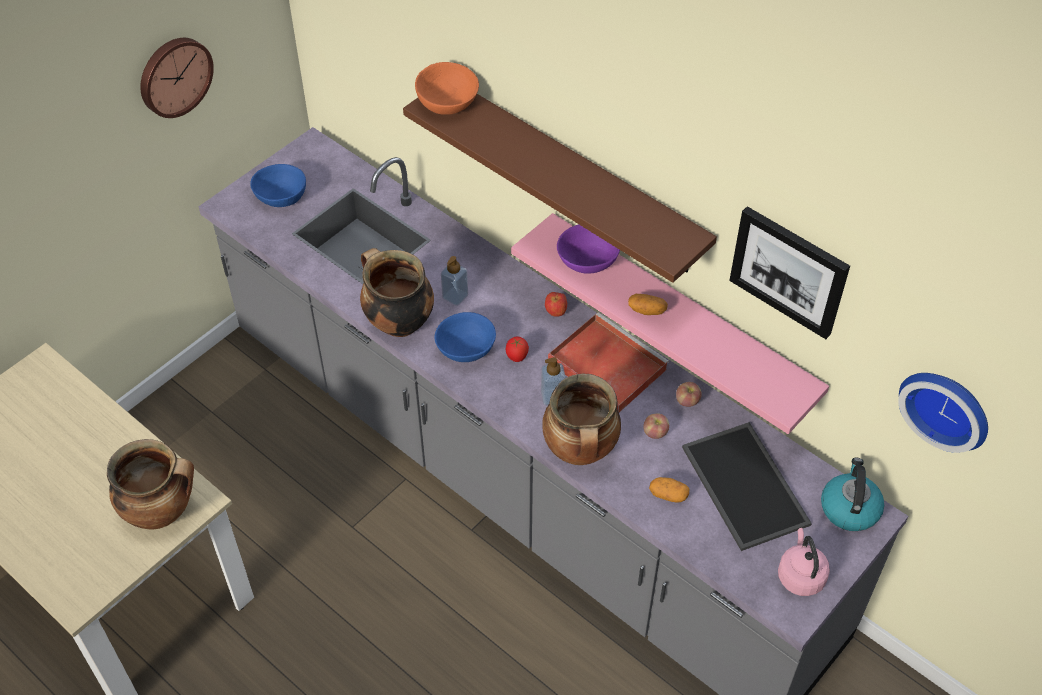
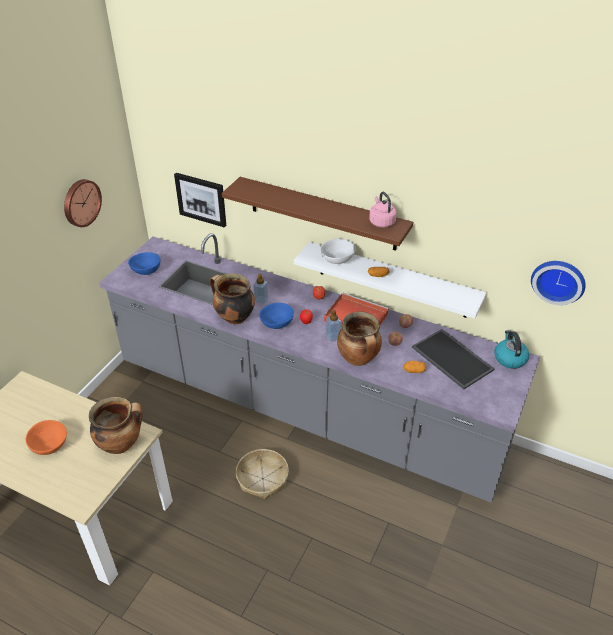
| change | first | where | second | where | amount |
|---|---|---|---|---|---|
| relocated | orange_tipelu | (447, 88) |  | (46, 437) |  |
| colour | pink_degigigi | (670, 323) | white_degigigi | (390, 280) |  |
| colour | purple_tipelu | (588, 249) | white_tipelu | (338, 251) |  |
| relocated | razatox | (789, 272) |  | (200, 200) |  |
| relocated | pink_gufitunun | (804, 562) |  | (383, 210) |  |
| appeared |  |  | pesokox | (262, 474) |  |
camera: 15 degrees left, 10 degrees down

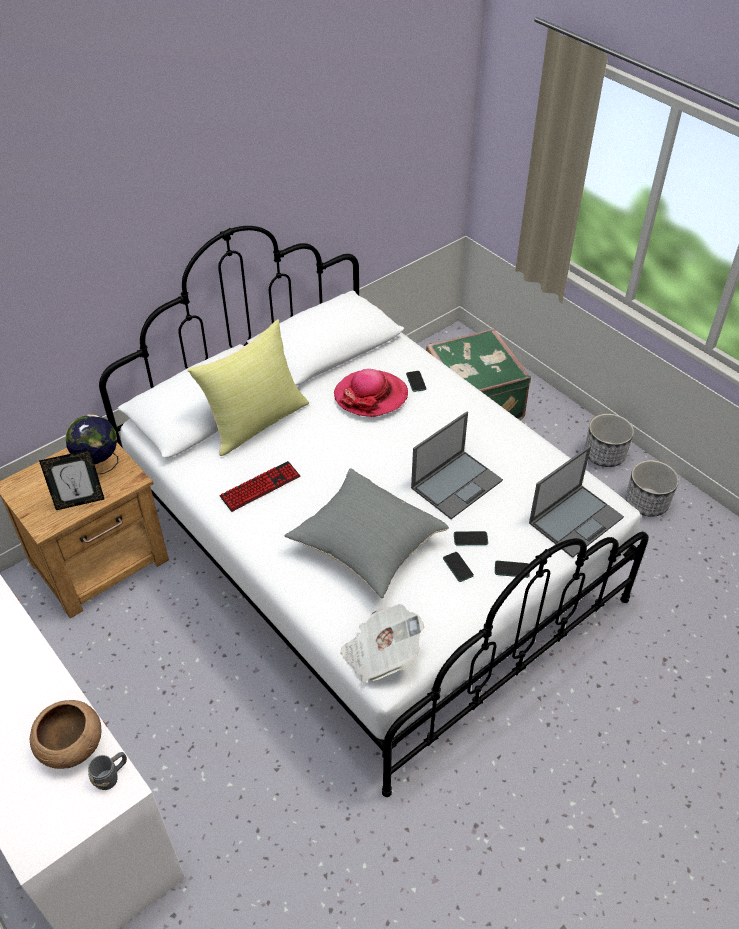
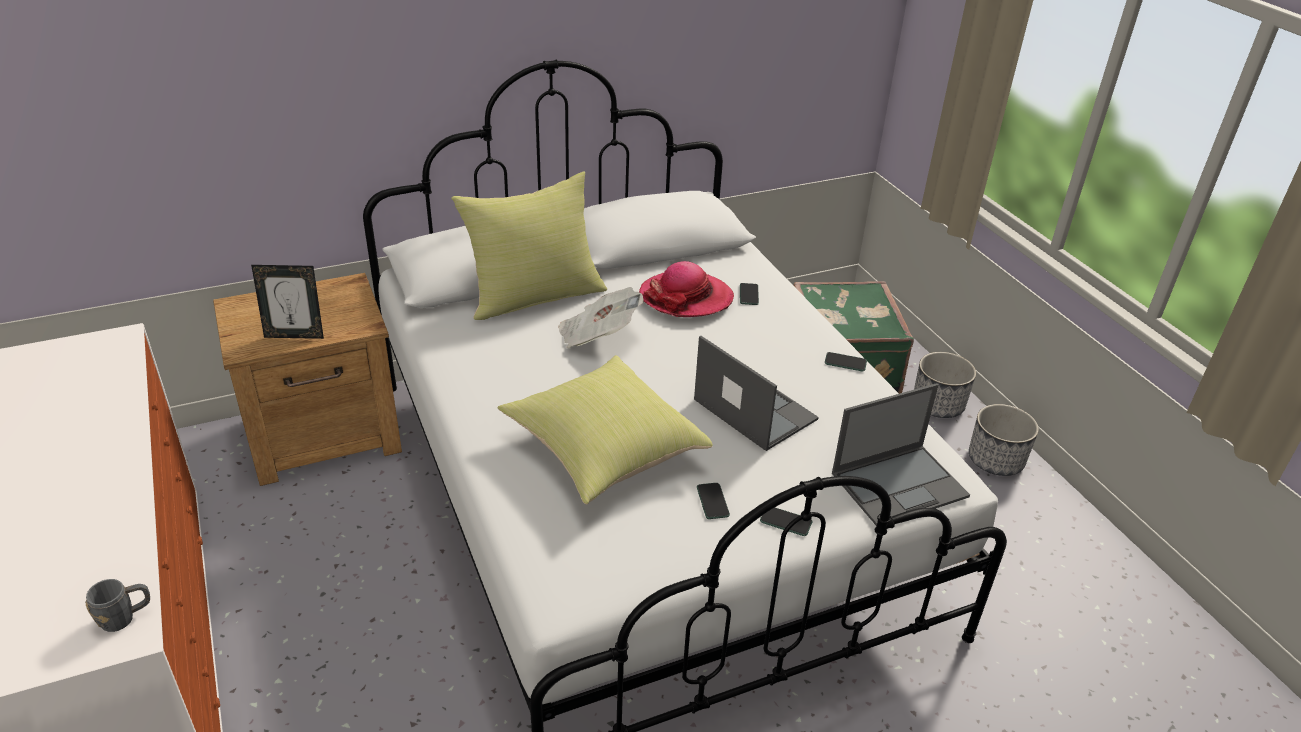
| change | first | where | second | where | amount |
|---|---|---|---|---|---|
| missing | brown_tipelu | (66, 734) |  |  |  |
| missing | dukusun | (92, 444) |  |  |  |
| missing | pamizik | (260, 486) |  |  |  |
| colour | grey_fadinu | (366, 533) | yellow_fadinu | (605, 429) |  |
| relocated | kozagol | (382, 643) |  | (600, 318) |  |
| spun | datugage | (457, 465) |  | (756, 393) | 105 degrees counterclockwise |
| relocated | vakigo | (471, 538) |  | (846, 361) |  |
| relocated | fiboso | (652, 488) |  | (945, 385) |  |
camera: 15 degrees right, 10 degrees down

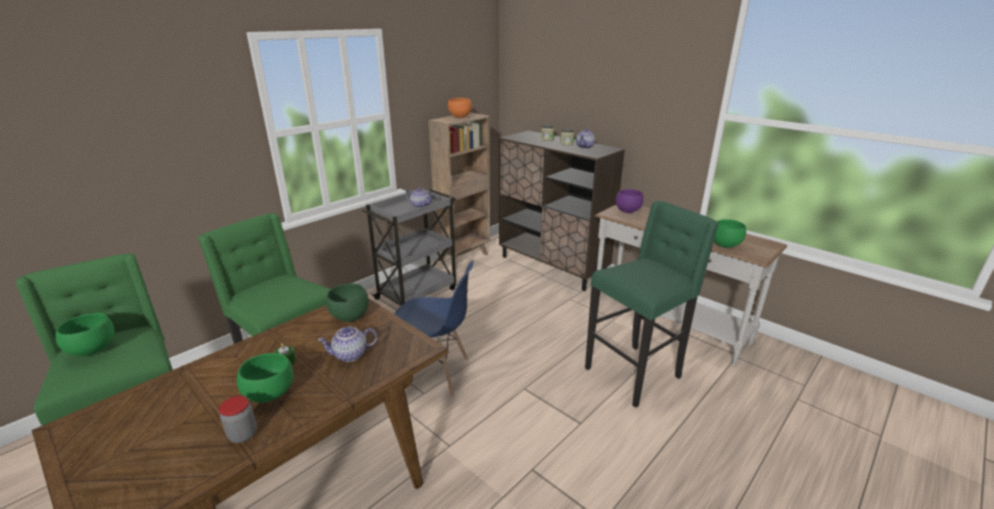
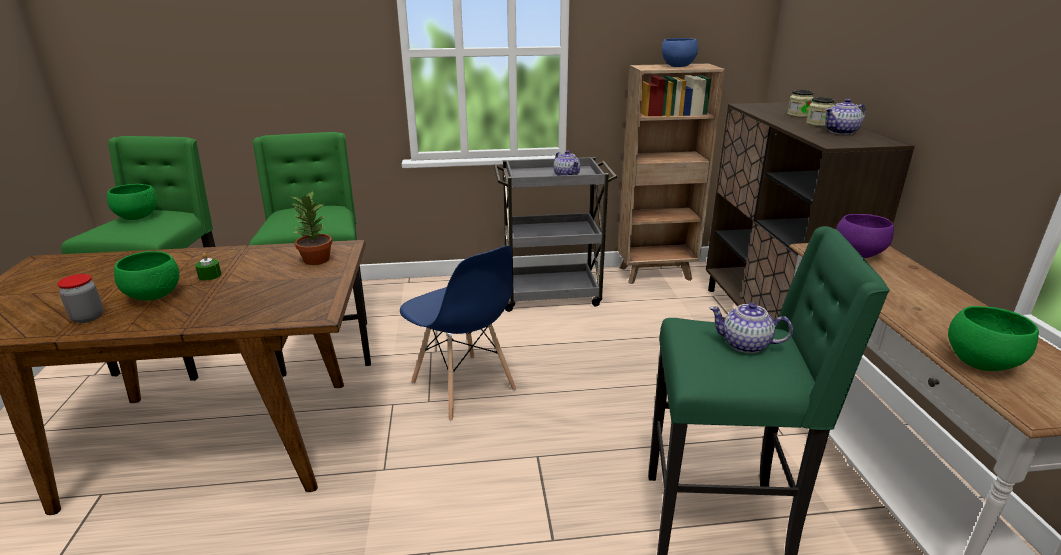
| change | first | where | second | where | amount |
|---|---|---|---|---|---|
| relocated | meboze | (347, 344) |  | (751, 328) |  |
| exchanged | green_tipelu | (347, 302) | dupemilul | (311, 228) |  |
| colour | orange_tipelu | (460, 108) | blue_tipelu | (680, 52) |  |
camera: 40 degrees right, 0 degrees up

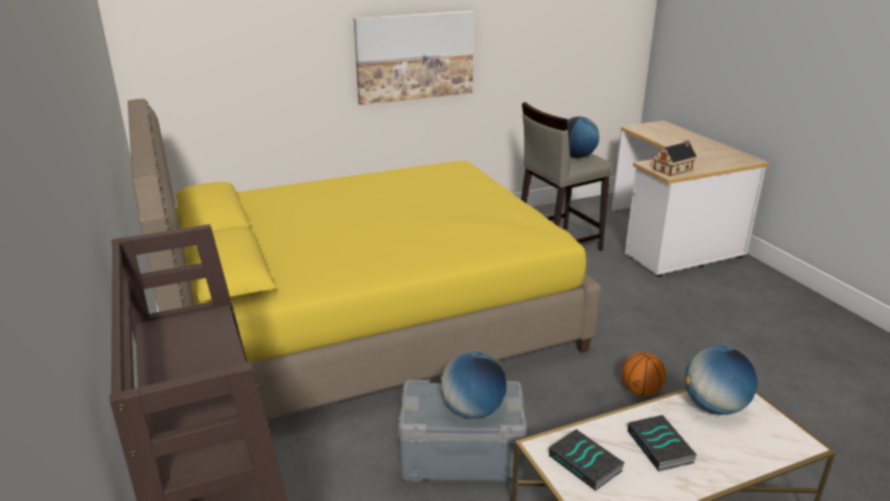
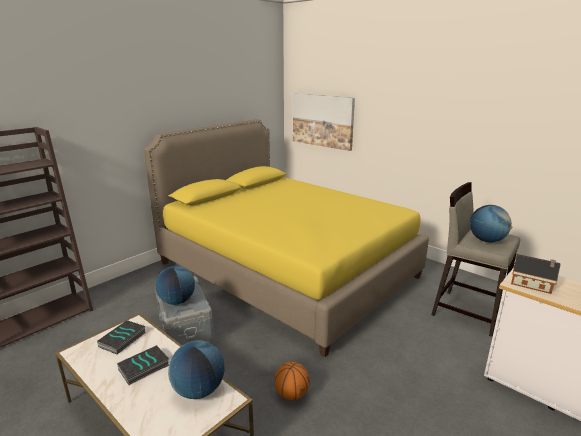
| change | first | where | second | where | amount |
|---|---|---|---|---|---|
| relocated | razatox | (414, 58) |  | (324, 122) |  |
camera: 65 degrees right, 5 degrees down

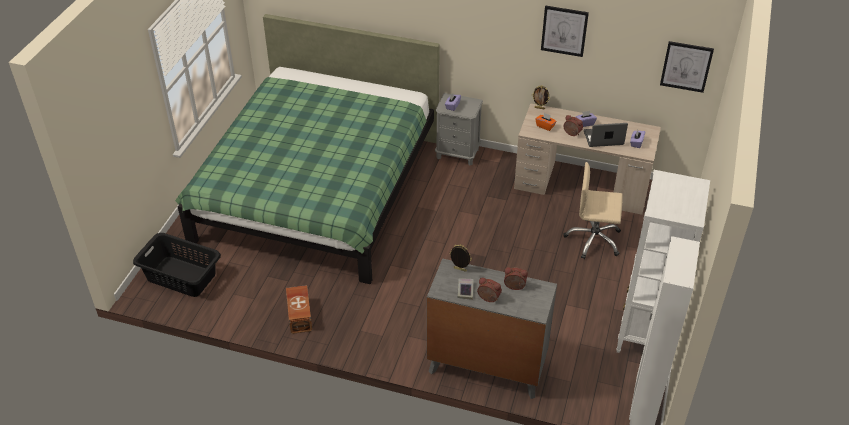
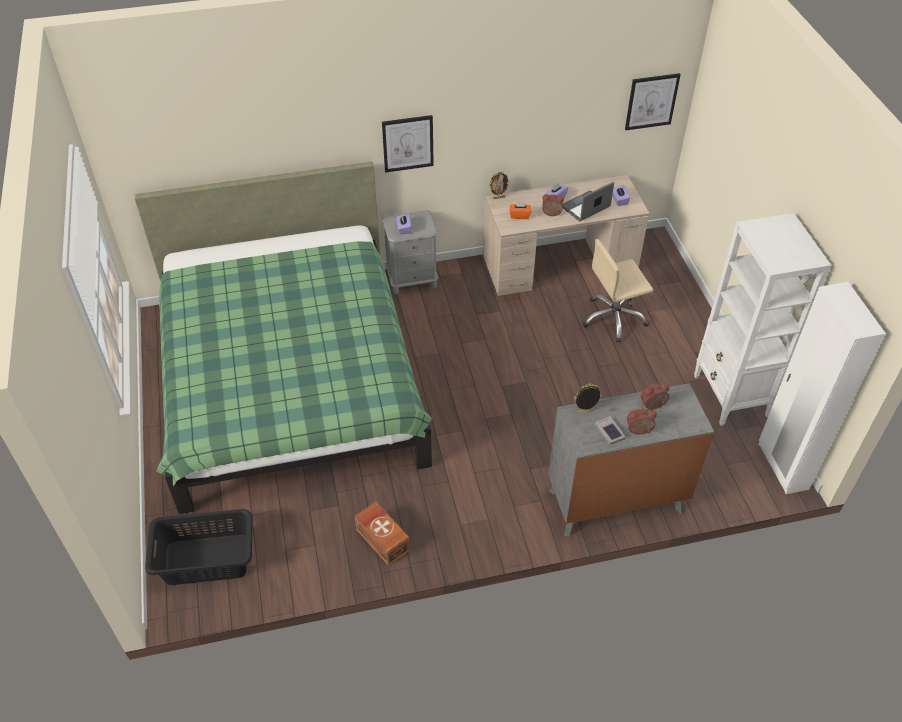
| change | first | where | second | where | amount |
|---|---|---|---|---|---|
| relocated | razatox | (565, 31) |  | (408, 144) |  |
camera: 30 degrees left, 5 degrees up

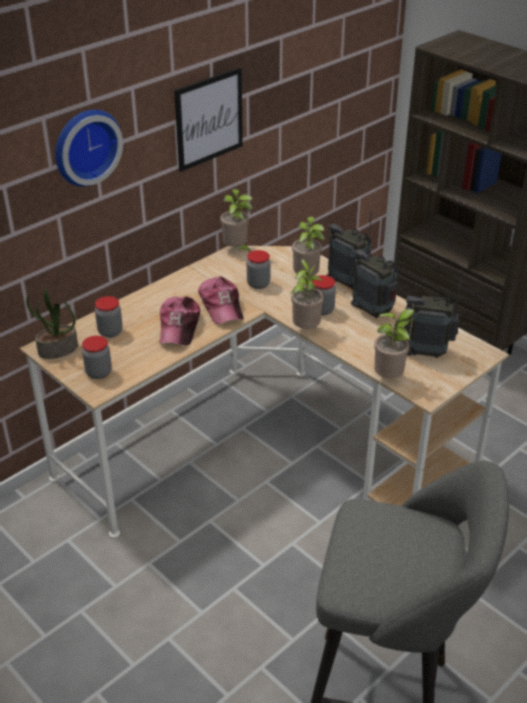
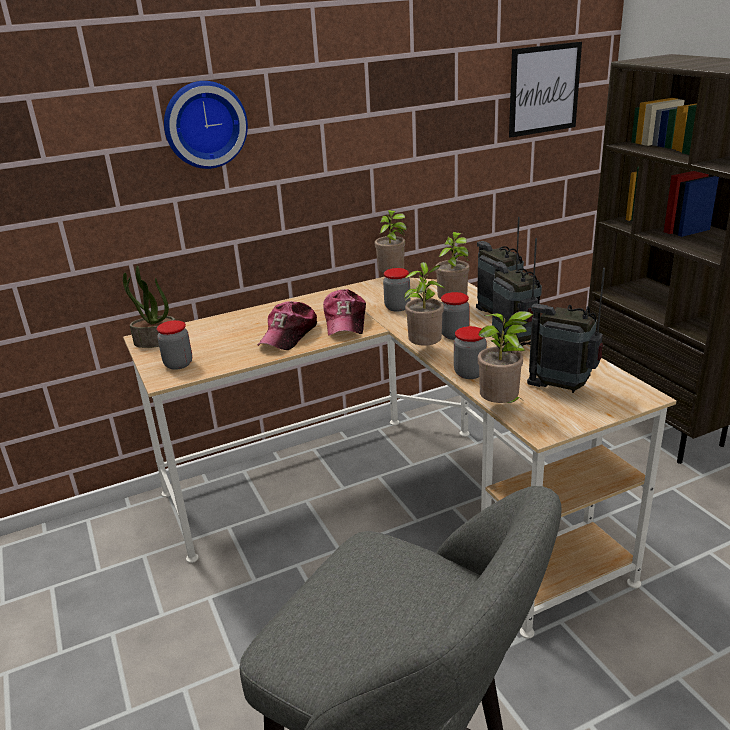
| change | first | where | second | where | amount |
|---|---|---|---|---|---|
| relocated | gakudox | (109, 317) |  | (470, 352) |  |
| relocated | razatox | (208, 119) |  | (545, 90) |  |
camera: 20 degrees right, 10 degrees down

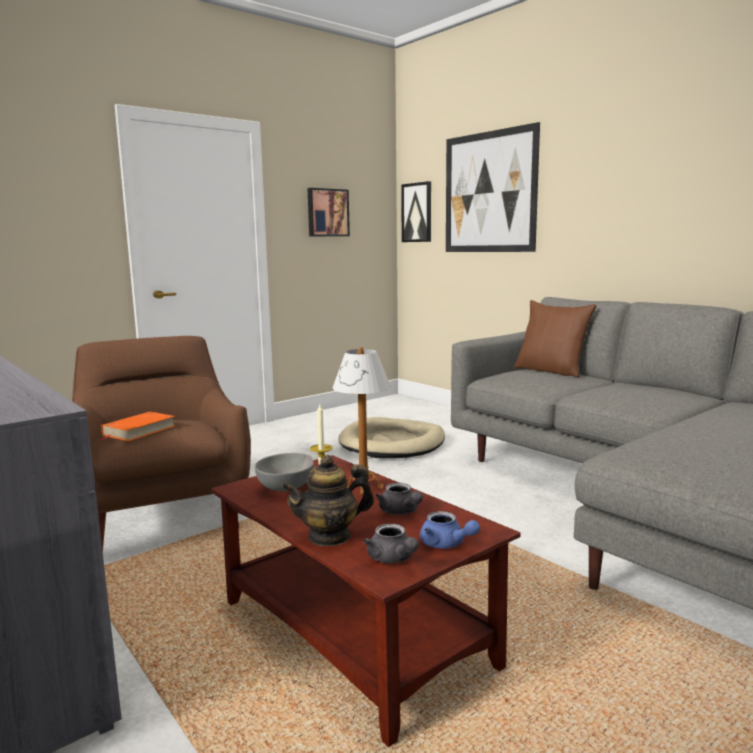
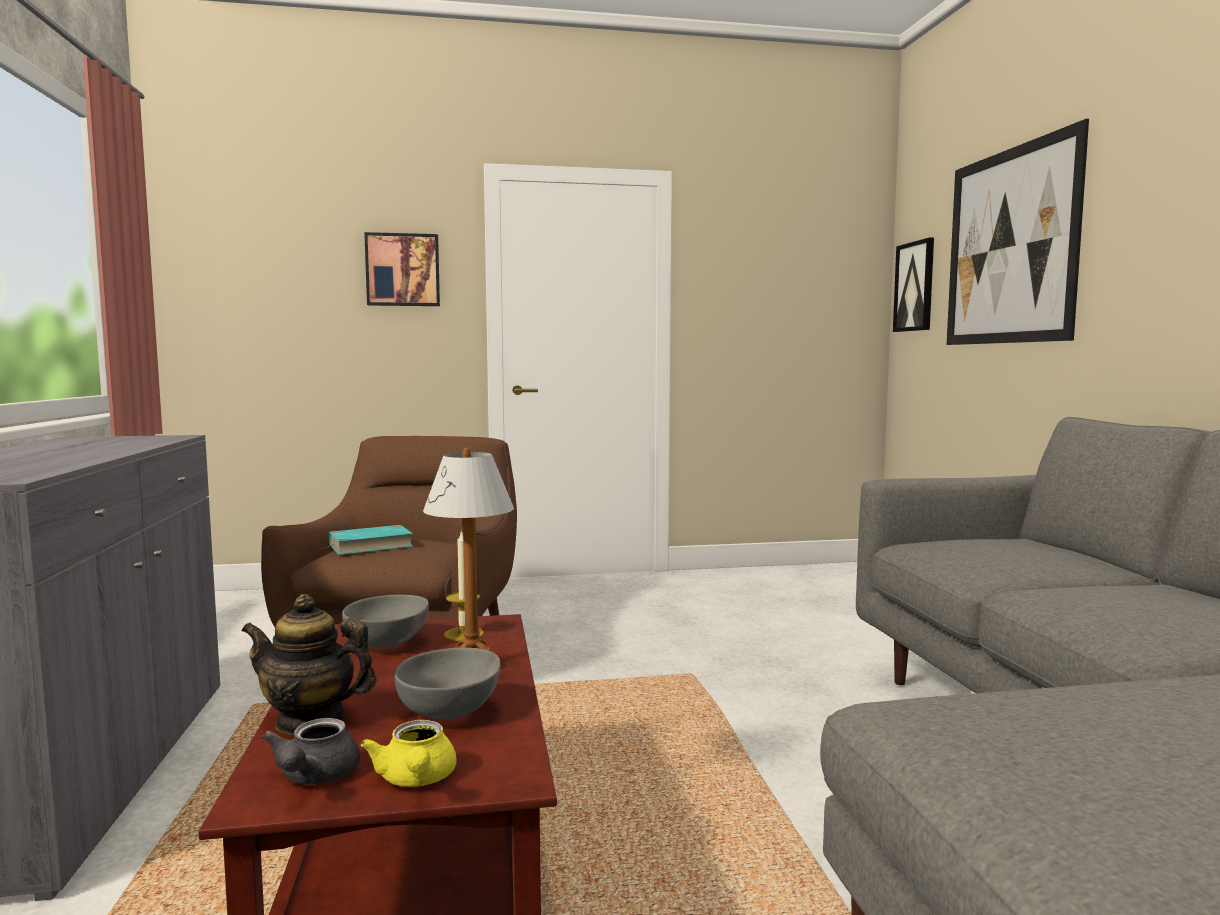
| change | first | where | second | where | amount |
|---|---|---|---|---|---|
| colour | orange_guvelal | (136, 426) | turquoise_guvelal | (366, 540) |  |
| relocated | razatox | (328, 212) |  | (402, 269) |  |
| missing | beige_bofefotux | (391, 437) |  |  |  |
| exchanged | grey_meboze | (399, 499) | grey_tipelu | (447, 683) |  |
| colour | blue_meboze | (450, 530) | yellow_meboze | (409, 753) |  |
| missing | brown_fadinu | (555, 339) |  |  |  |
camera: 30 degrees right, 5 degrees down

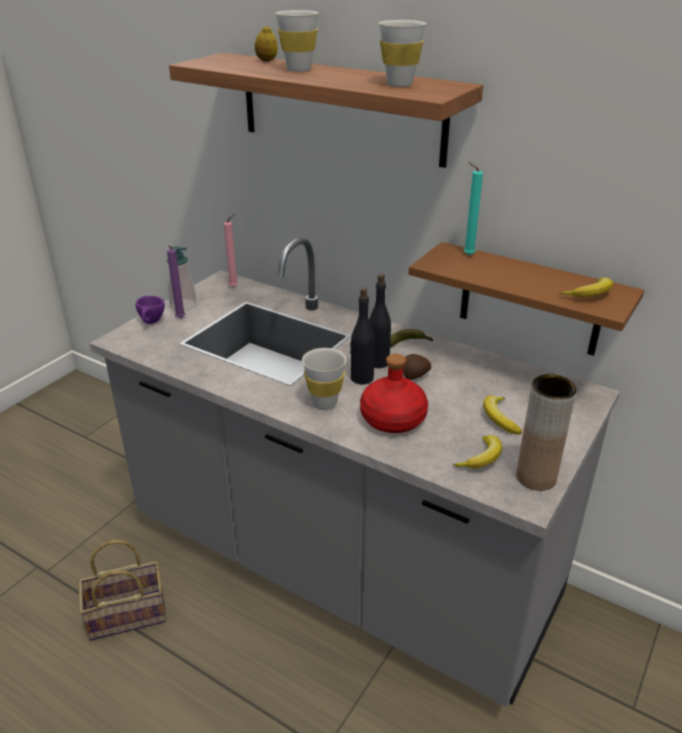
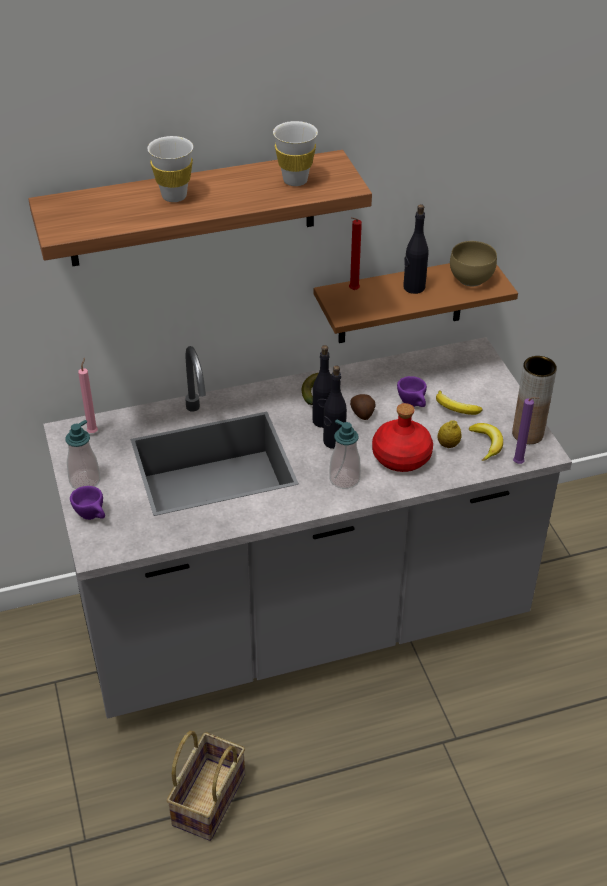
| change | first | where | second | where | amount |
|---|---|---|---|---|---|
| relocated | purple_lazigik | (176, 282) |  | (526, 430) |  |
| relocated | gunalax | (266, 44) |  | (449, 434) |  |
| exchanged | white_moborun | (324, 379) | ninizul | (345, 454) |  |
| colour | turquoise_lazigik | (473, 208) | red_lazigik | (355, 253) |  |
| exchanged | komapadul | (586, 287) | brown_tipelu | (473, 263) |  |
| appeared |  |  | purple_moborun | (412, 391) |  |
| appeared |  |  | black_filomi | (415, 249) |  |
camera: 50 degrees left, 10 degrees up

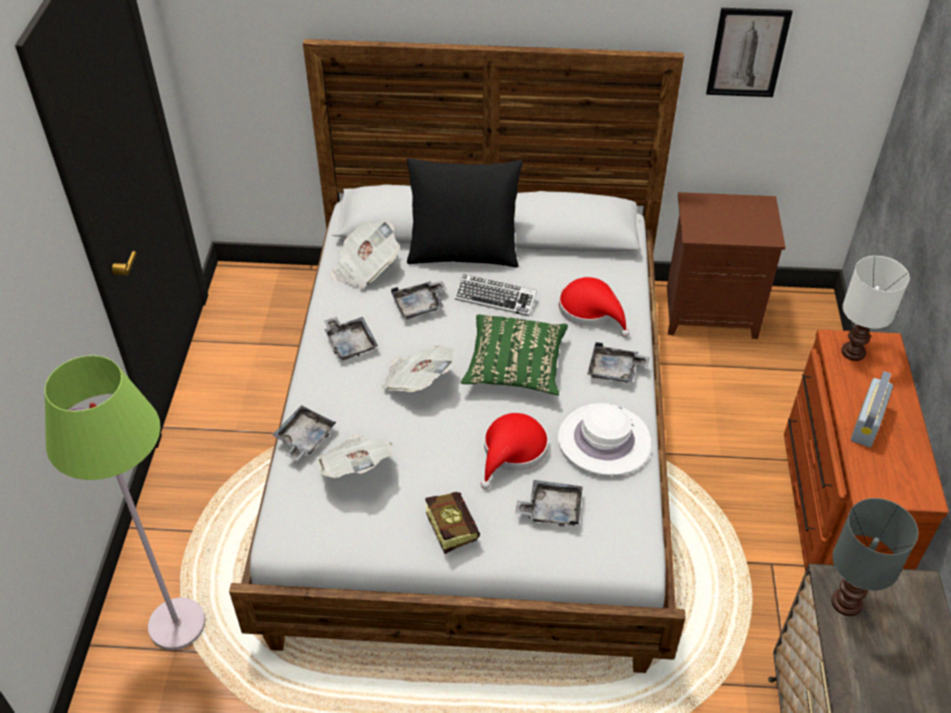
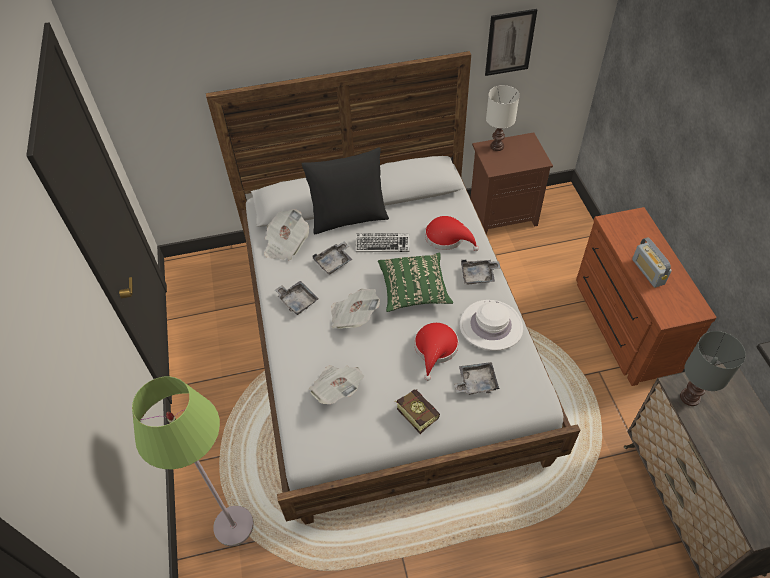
| change | first | where | second | where | amount |
|---|---|---|---|---|---|
| missing | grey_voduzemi | (304, 433) |  |  |  |
| relocated | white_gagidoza | (875, 308) |  | (503, 118) |  |
| spun | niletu | (872, 409) |  | (652, 262) | 150 degrees clockwise |
camera: 15 degrees left, 5 degrees up

